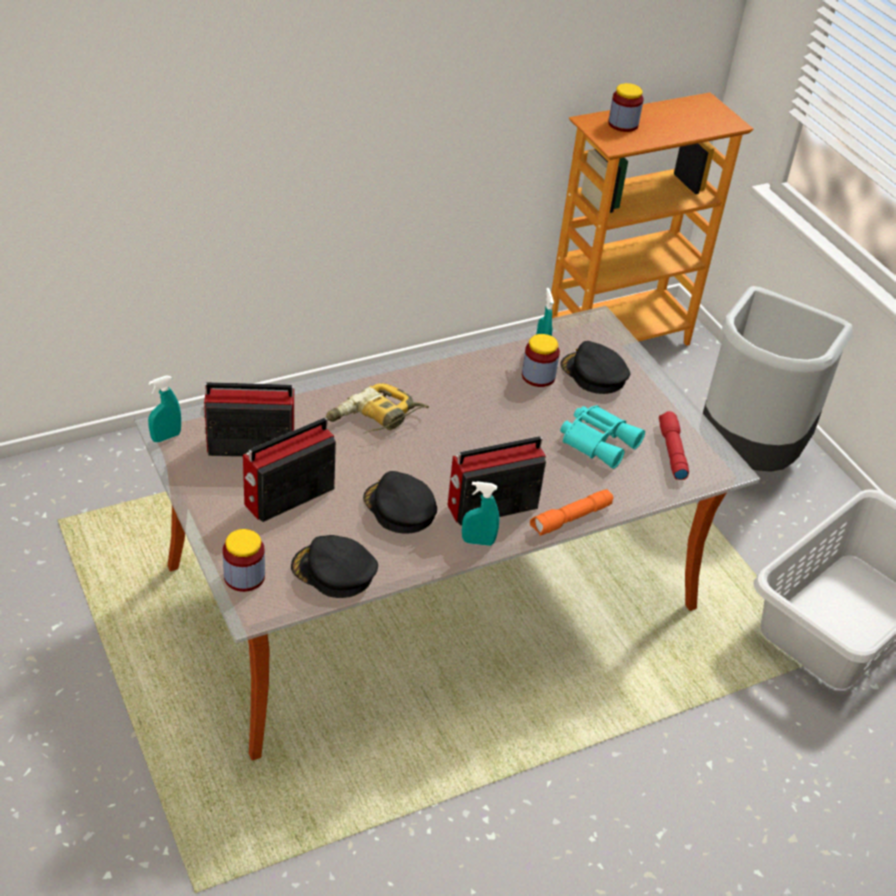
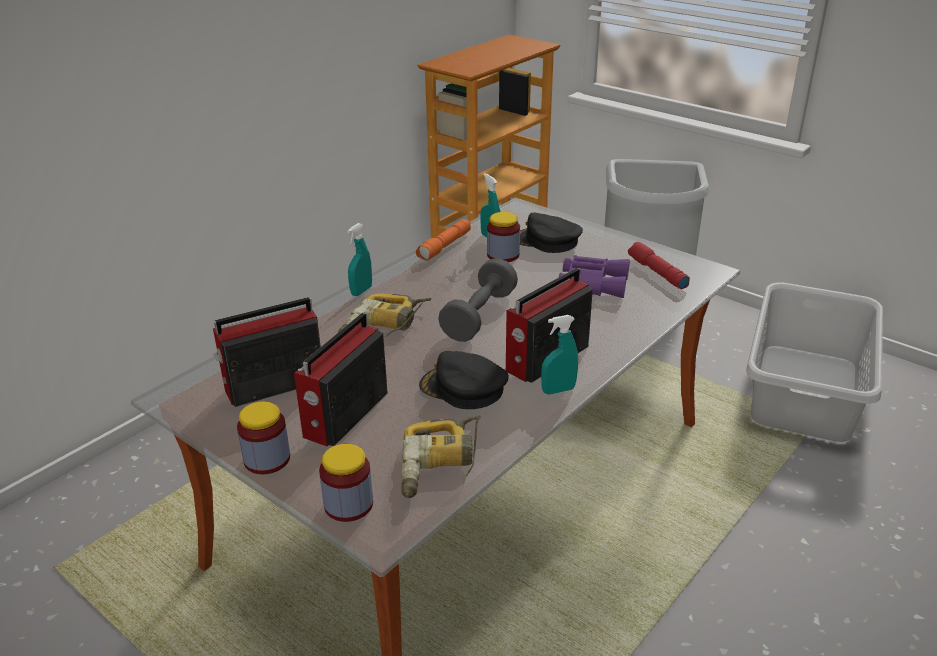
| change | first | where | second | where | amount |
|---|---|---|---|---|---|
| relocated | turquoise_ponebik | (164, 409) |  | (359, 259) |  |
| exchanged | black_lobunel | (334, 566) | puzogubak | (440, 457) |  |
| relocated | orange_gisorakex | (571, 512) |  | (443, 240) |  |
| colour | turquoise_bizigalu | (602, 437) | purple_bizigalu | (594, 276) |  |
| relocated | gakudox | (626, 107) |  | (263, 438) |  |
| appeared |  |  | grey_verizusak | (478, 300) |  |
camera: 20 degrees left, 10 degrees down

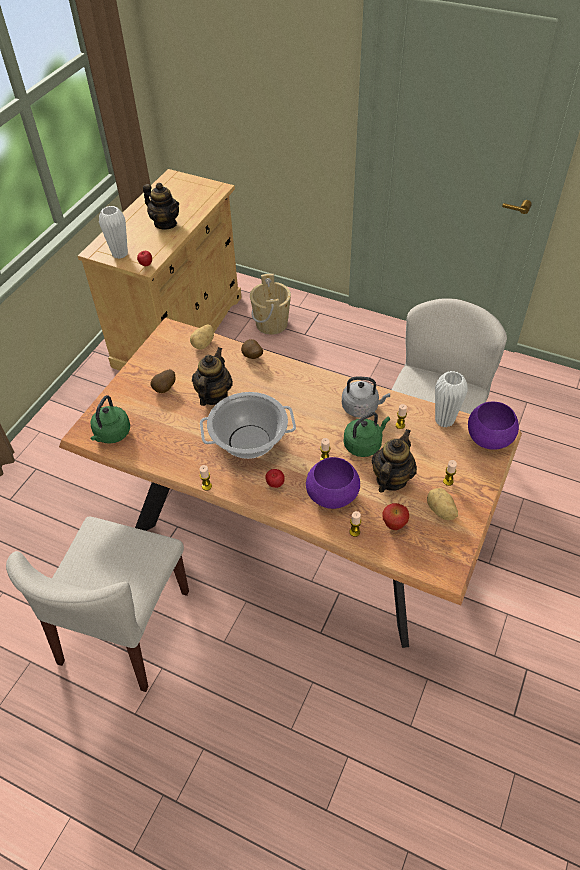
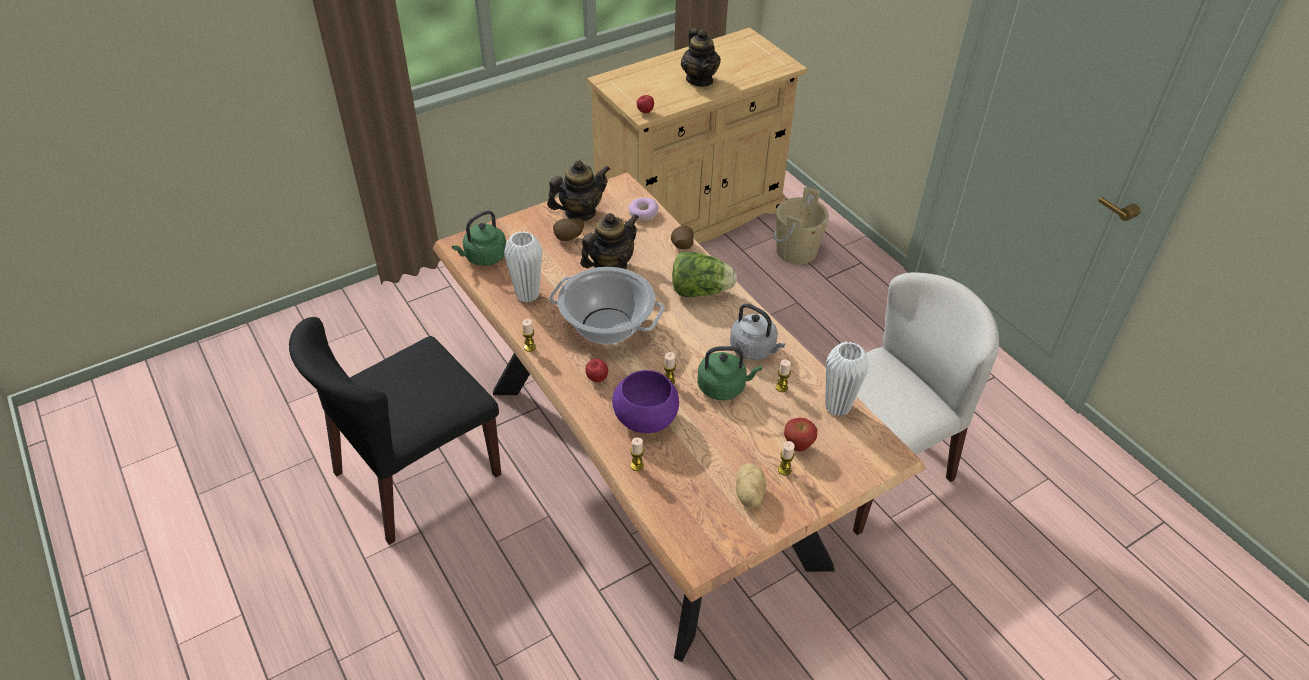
| change | first | where | second | where | amount |
|---|---|---|---|---|---|
| colour | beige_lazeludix | (97, 604) | black_lazeludix | (395, 431) |  |
| relocated | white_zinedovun | (113, 232) |  | (523, 267) |  |
| exchanged | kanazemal | (202, 336) | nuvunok | (643, 209) |  |
| relocated | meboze | (394, 461) |  | (578, 190) |  |
| relocated | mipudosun | (395, 516) |  | (801, 435) |  |
| missing | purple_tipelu | (493, 426) |  |  |  |
| appeared |  |  | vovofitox | (704, 274) |  |
camera: 30 degrees right, 5 degrees down

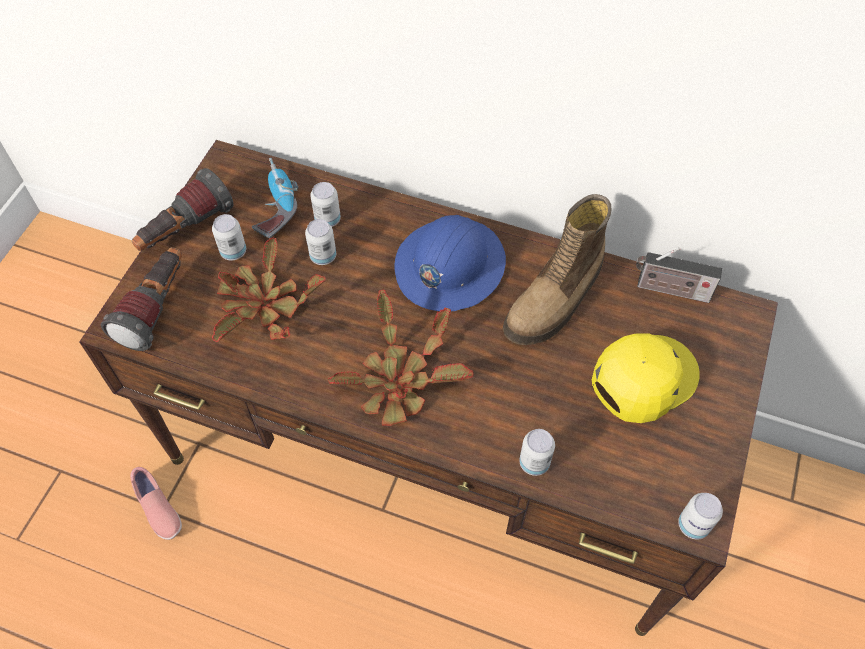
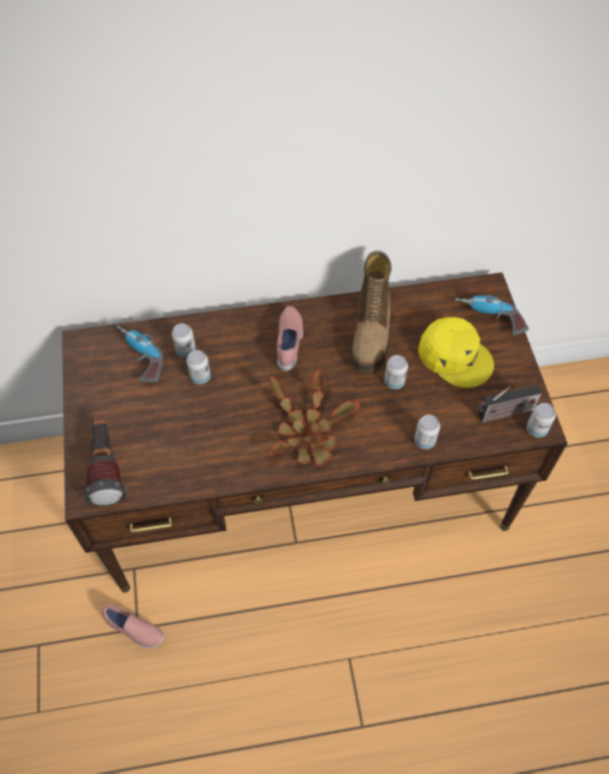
| change | first | where | second | where | amount |
|---|---|---|---|---|---|
| missing | gisorakex | (183, 209) |  |  |  |
| relocated | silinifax | (229, 237) |  | (396, 372) |  |
| missing | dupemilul | (269, 290) |  |  |  |
| exchanged | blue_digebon | (450, 263) | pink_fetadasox | (290, 338) |  |
| spun | yellow_lobunel | (646, 378) |  | (456, 352) | 105 degrees clockwise |
| relocated | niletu | (679, 275) |  | (510, 404) |  |
| appeared |  |  | puzogubak | (492, 315) |  |
camera: 30 degrees left, 0 degrees up

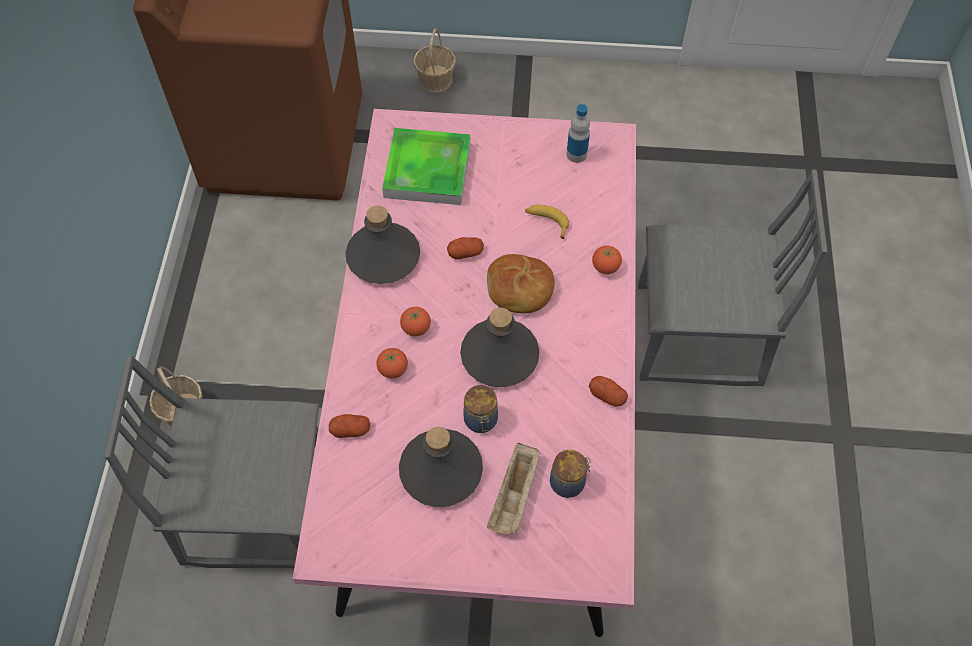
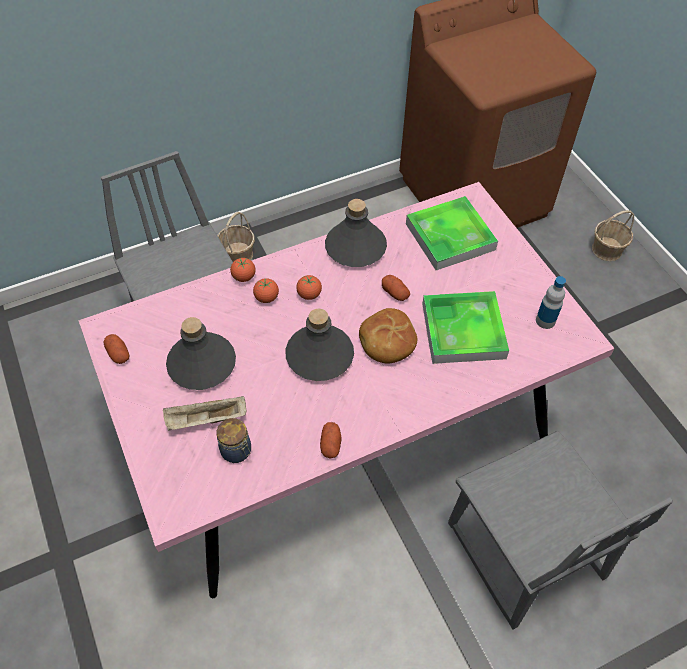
| change | first | where | second | where | amount |
|---|---|---|---|---|---|
| relocated | kanazemal | (349, 426) |  | (116, 349) |  |
| missing | gakudox | (480, 409) |  |  |  |
| exchanged | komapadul | (547, 222) | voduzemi | (465, 327) |  |
| relocated | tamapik | (607, 260) |  | (243, 270) |  |
camera: 60 degrees right, 5 degrees down

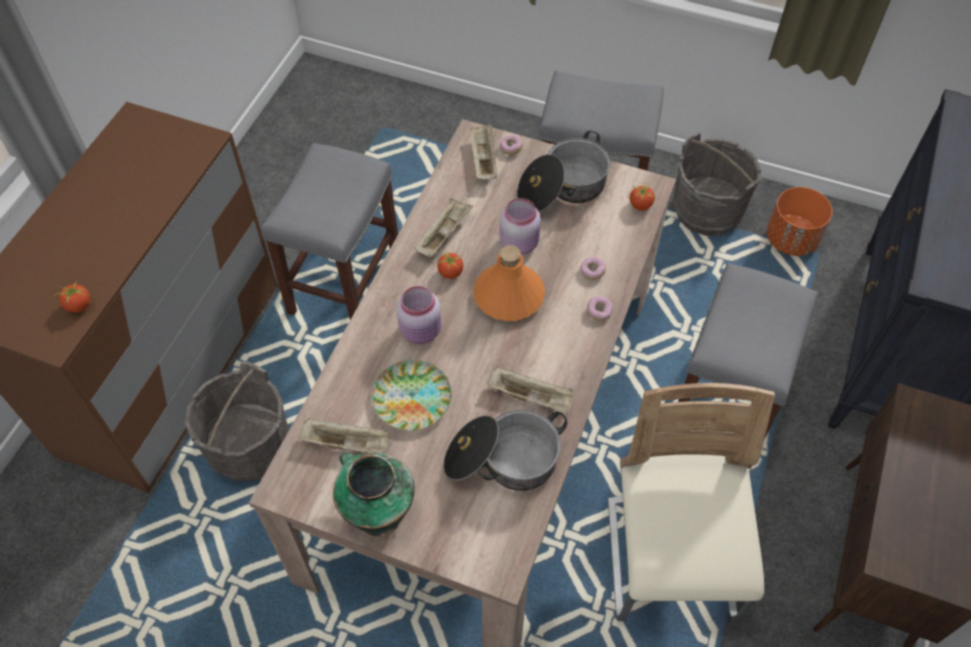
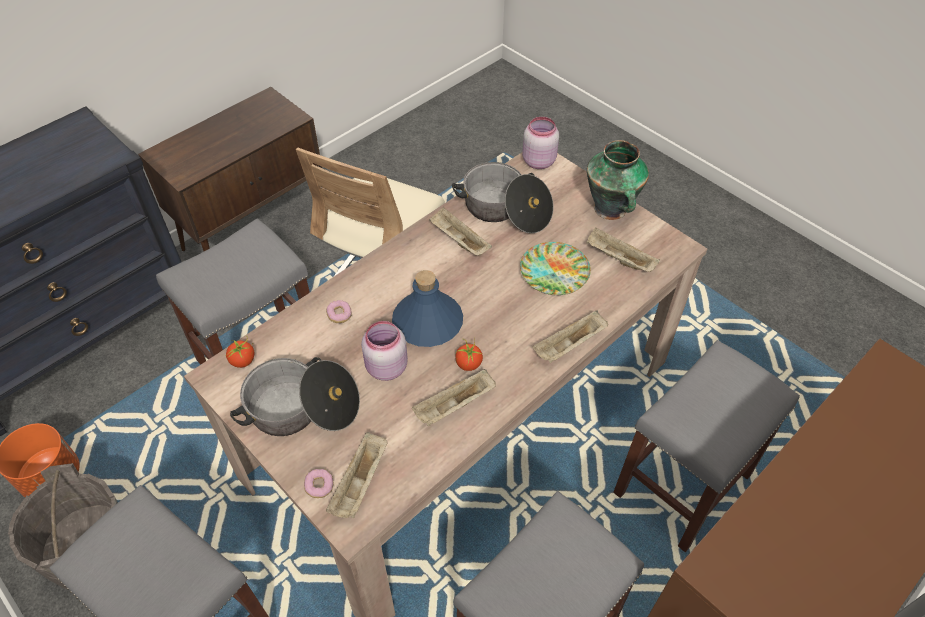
| change | first | where | second | where | amount |
|---|---|---|---|---|---|
| missing | tamapik | (72, 296) |  |  |  |
| exchanged | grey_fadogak | (237, 421) | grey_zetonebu | (706, 446) |  |
| relocated | pink_gakudox | (419, 315) |  | (540, 143) |  |
| colour | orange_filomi | (509, 283) | blue_filomi | (427, 308) |  |
| missing | nuvunok | (600, 308) |  |  |  |
| appeared |  |  | beige_voduzemi | (570, 336) |  |
camera: 155 degrees left, 5 degrees down

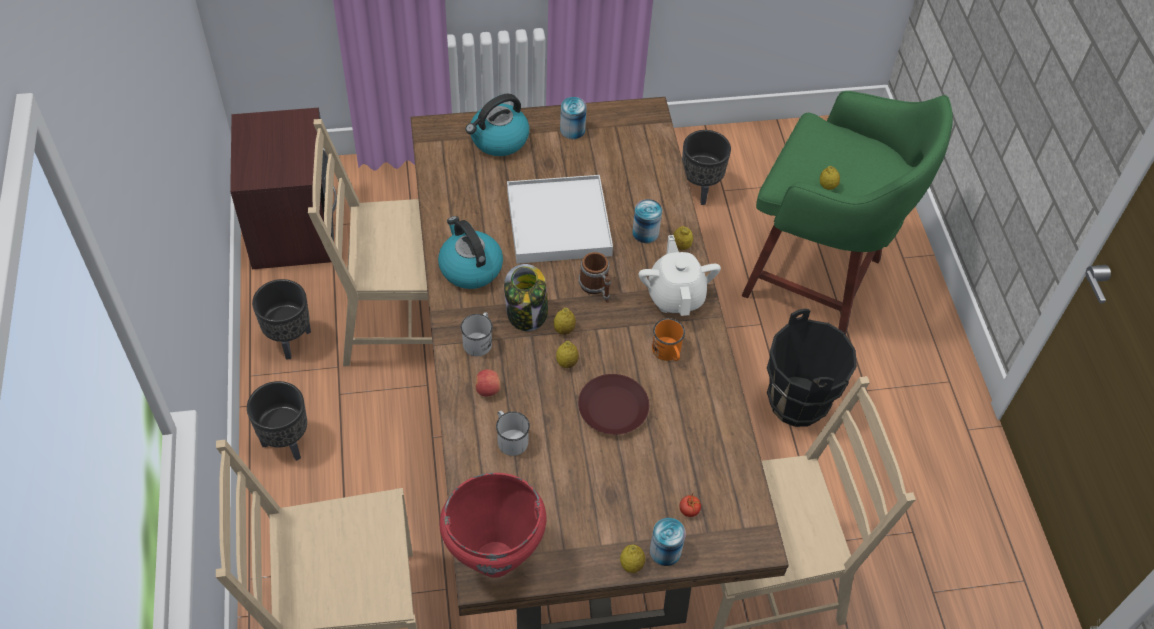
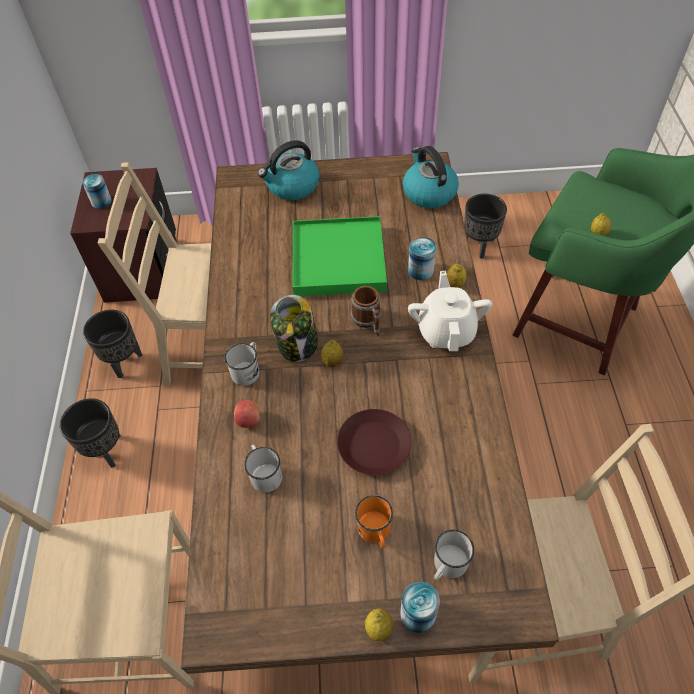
| change | first | where | second | where | amount |
|---|---|---|---|---|---|
| relocated | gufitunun | (470, 252) |  | (431, 177) |  |
| missing | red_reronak | (493, 525) |  |  |  |
| colour | white_voduzemi | (560, 219) | green_voduzemi | (340, 256) |  |
| missing | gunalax | (567, 354) |  |  |  |
| relocated | silinifax | (573, 118) |  | (97, 191) |  |
| relocated | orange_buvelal | (668, 339) |  | (374, 521) |  |
| exchanged | tamapik | (690, 505) | white_buvelal | (454, 555) |  |
| missing | black_fadogak | (812, 368) |  |  |  |
camera: 10 degrees right, 0 degrees up

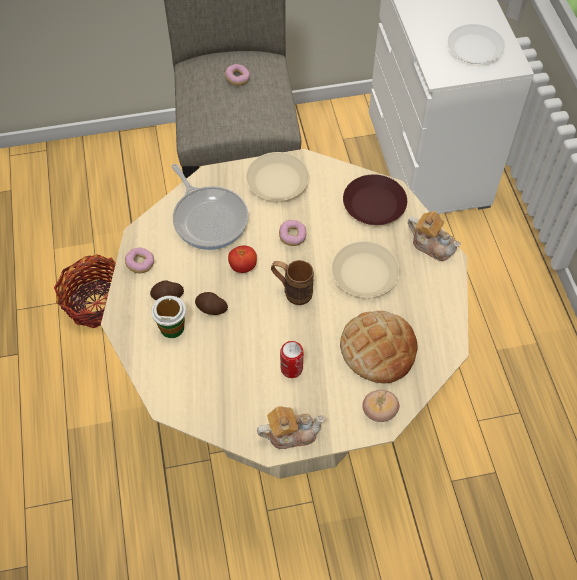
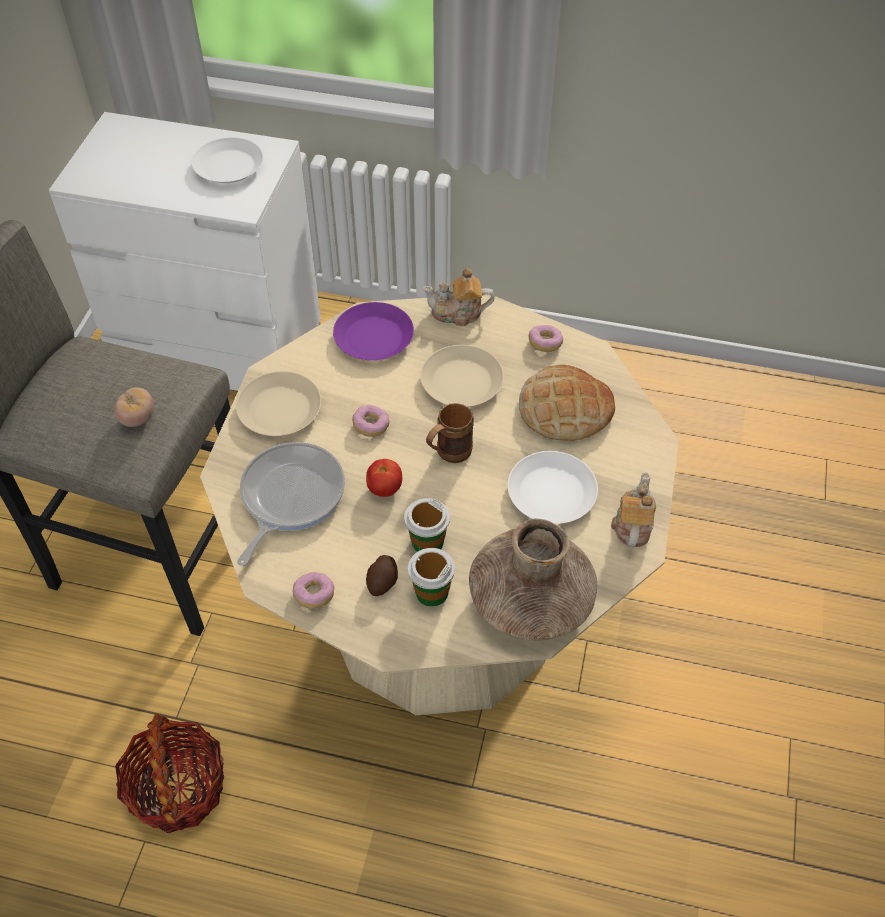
| change | first | where | second | where | amount |
|---|---|---|---|---|---|
| spun | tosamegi | (210, 207) |  | (291, 504) | 60 degrees counterclockwise |
| exchanged | kanazemal | (211, 303) | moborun | (427, 525) |  |
| relocated | nuvunok | (237, 75) |  | (545, 338) |  |
| exchanged | silinifax | (291, 359) | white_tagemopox | (553, 487) |  |
| colour | brown_tagemopox | (375, 200) | purple_tagemopox | (373, 331) |  |
| relocated | tamapik | (380, 406) |  | (134, 407) |  |
| spun | meboze | (434, 236) |  | (459, 297) | 150 degrees counterclockwise |
| appeared |  |  | brown_zinedovun | (533, 579) |  |
camera: 65 degrees left, 5 degrees down

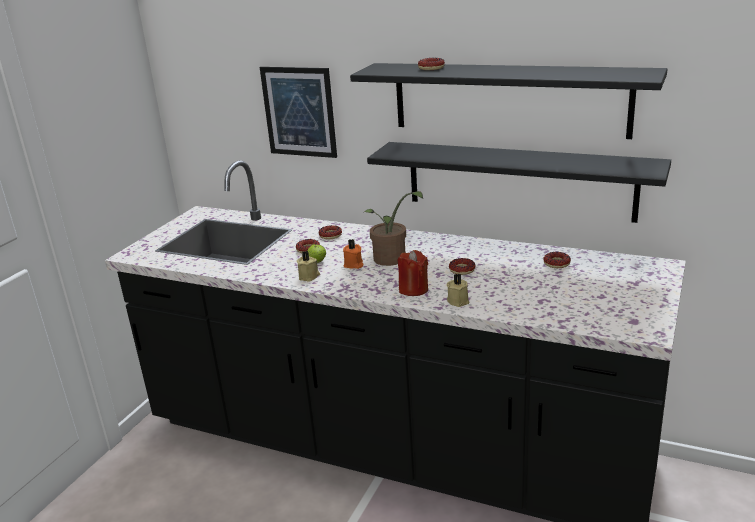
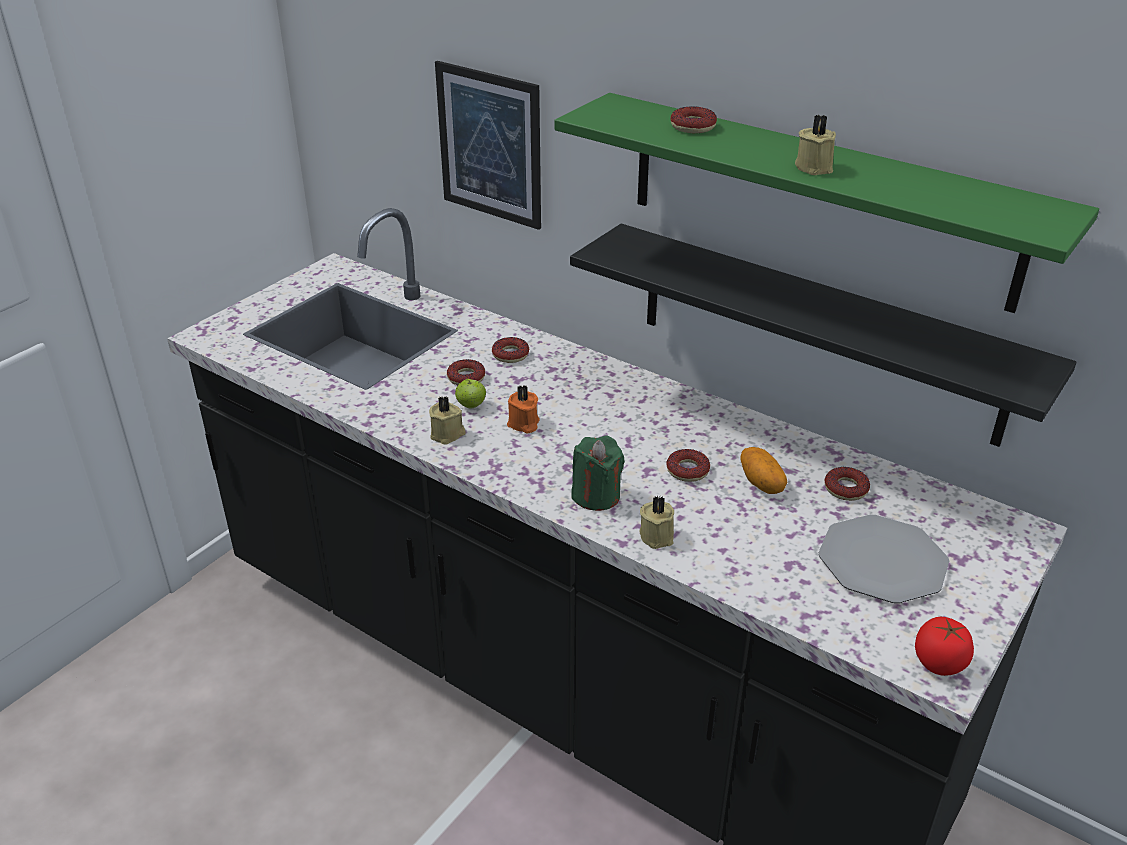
| change | first | where | second | where | amount |
|---|---|---|---|---|---|
| colour | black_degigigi | (508, 101) | green_degigigi | (826, 203) |  |
| missing | dupemilul | (393, 228) |  |  |  |
| colour | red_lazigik | (413, 273) | green_lazigik | (598, 473) |  |
| appeared |  |  | kanazemal | (763, 470) |  |
| appeared |  |  | beige_lazigik | (815, 144) |  |
| appeared |  |  | tagemopox | (884, 559) |  |
| appeared |  |  | tamapik | (944, 646) |  |
camera: 10 degrees right, 10 degrees up

